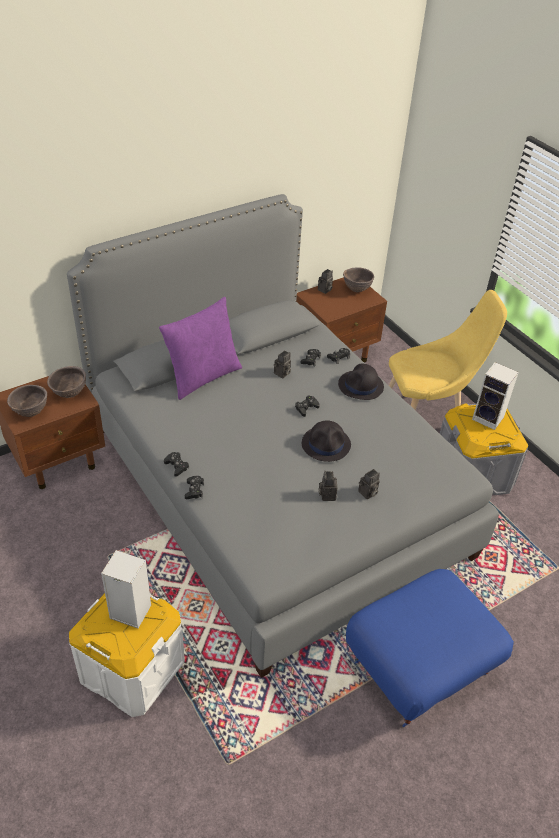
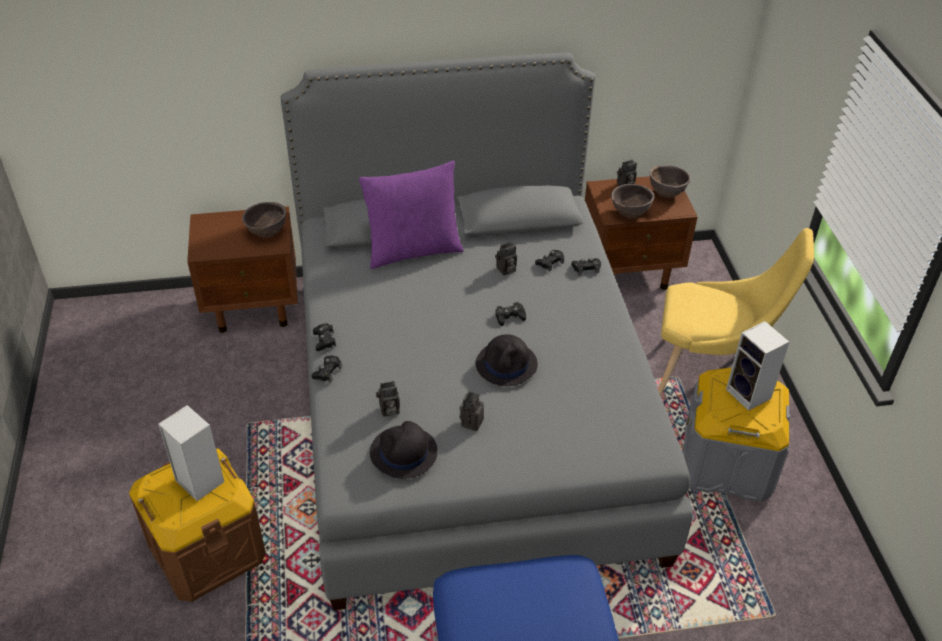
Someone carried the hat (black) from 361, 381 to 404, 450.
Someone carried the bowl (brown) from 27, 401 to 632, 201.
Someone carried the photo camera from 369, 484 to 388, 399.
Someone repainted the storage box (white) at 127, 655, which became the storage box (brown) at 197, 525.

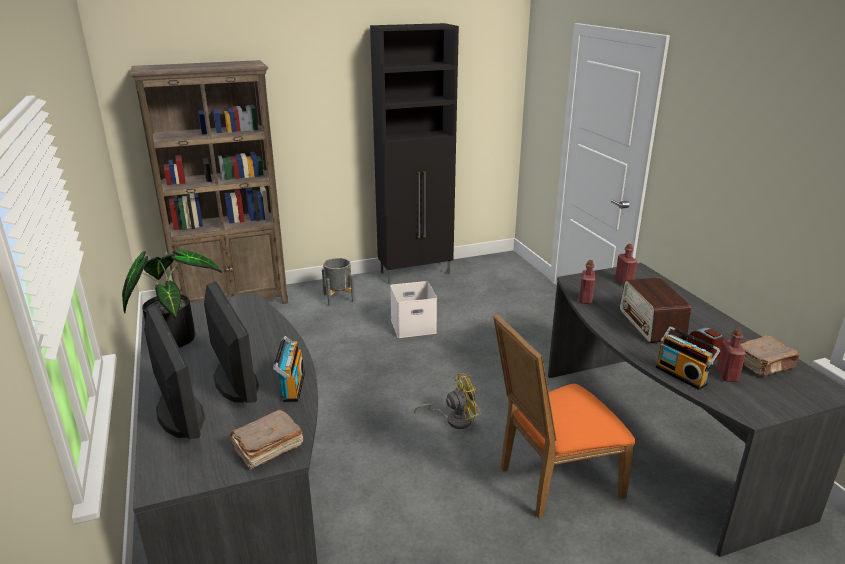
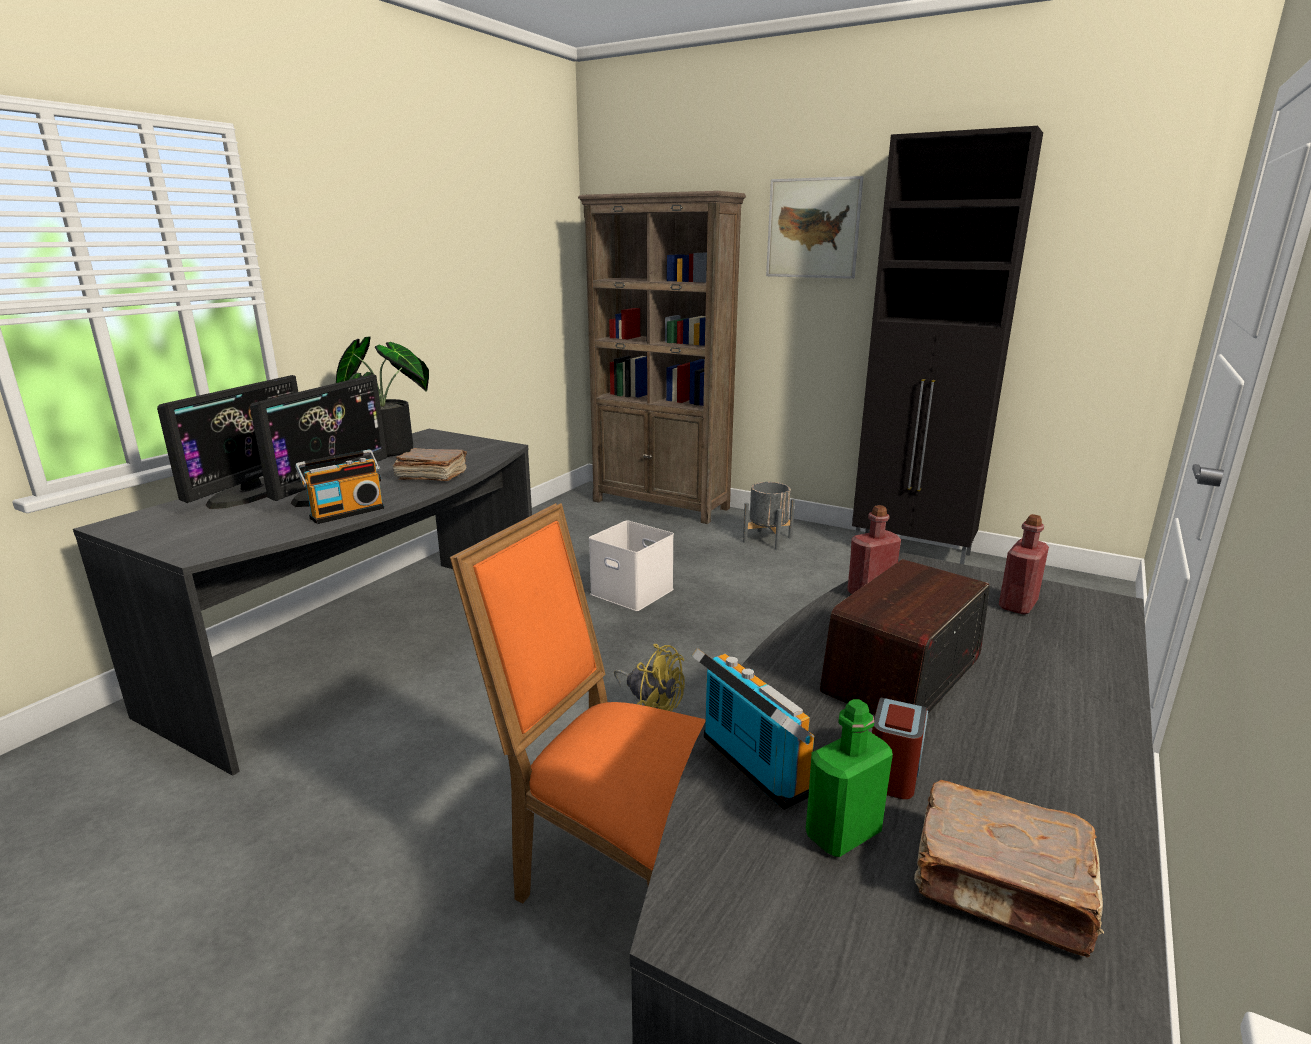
Someone carried the storage box (white) from 413, 309 to 631, 565.
Someone rotated the radio at 687, 358 by 135 degrees clockwise.
Someone repainted the bottle (red) at 731, 355, which became the bottle (green) at 849, 778.
Someone carried the book (brown) from 266, 440 to 430, 464.
Someone put up the picture at 814, 227.

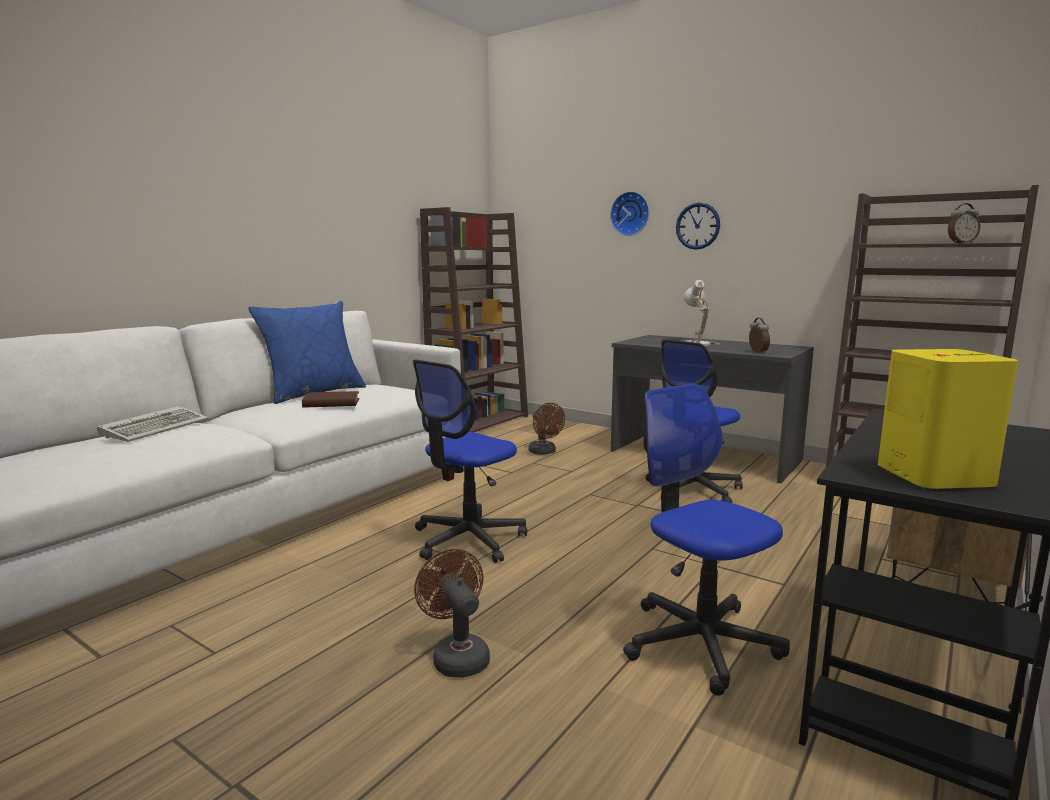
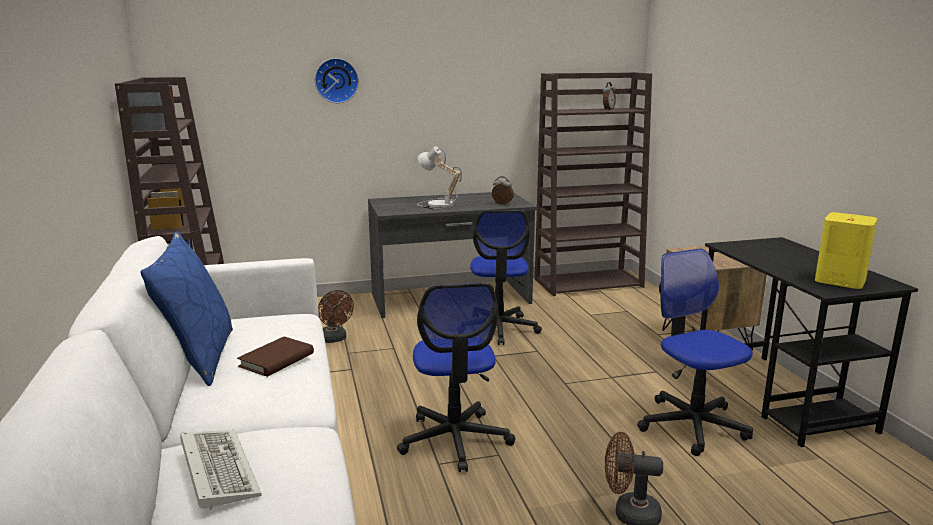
Someone took away the wall clock at 698, 226.
Someone rotated the office chair at 706, 539 by 60 degrees clockwise.
Someone rotated the fan (brown) at 546, 429 by 45 degrees clockwise.

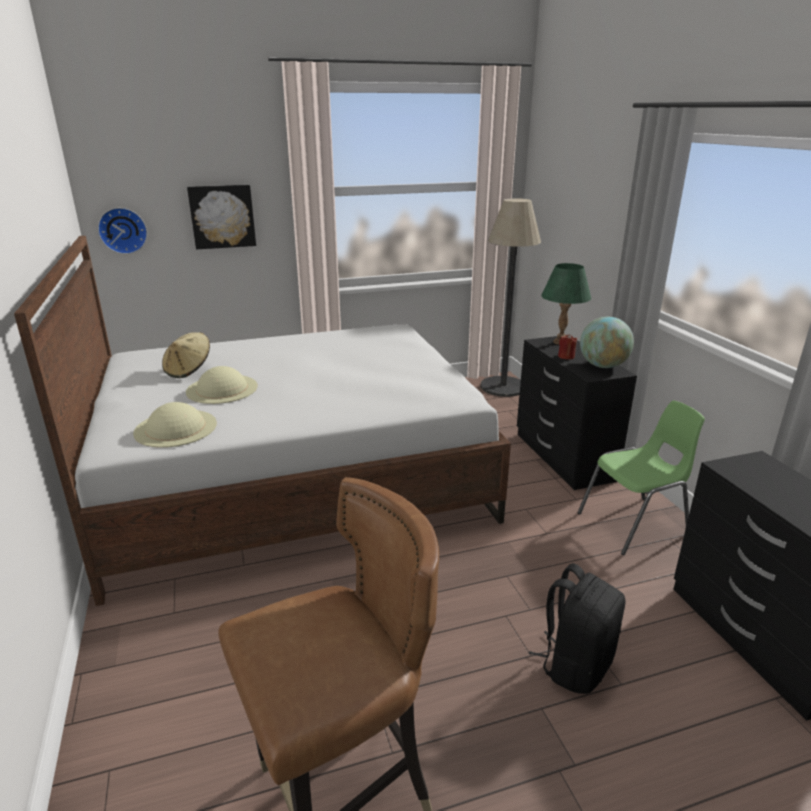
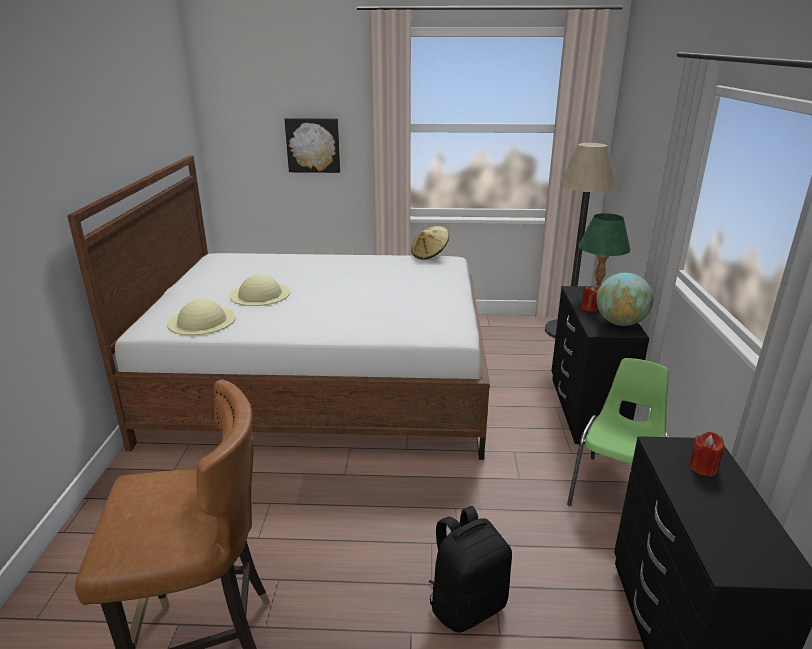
Someone took away the wall clock at 122, 231.
Someone carried the hat (beige) from 186, 355 to 430, 243.
Someone rotated the chair (green) at 641, 478 by 60 degrees counterclockwise.
Someone put down the candle (red) at 707, 454.

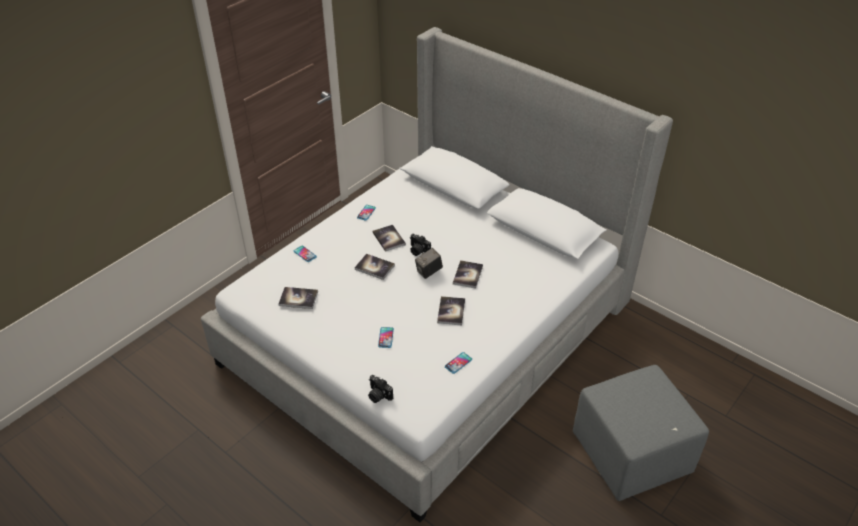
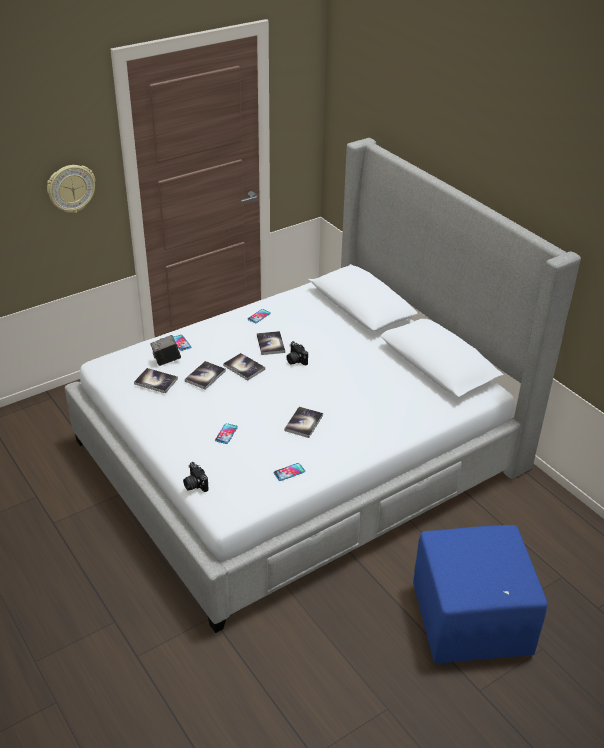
Someone carried the photo camera from 429, 263 to 165, 350.
Someone carried the book from 468, 274 to 205, 375.
Someone repainted the ottoman (grey) at 641, 433, which became the ottoman (blue) at 480, 594.
Someone put up the wall clock at 71, 189.

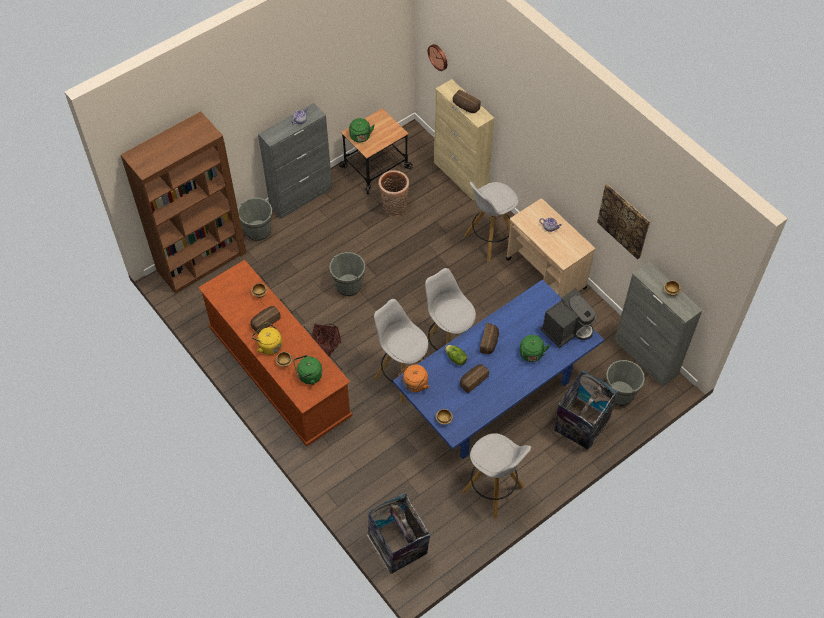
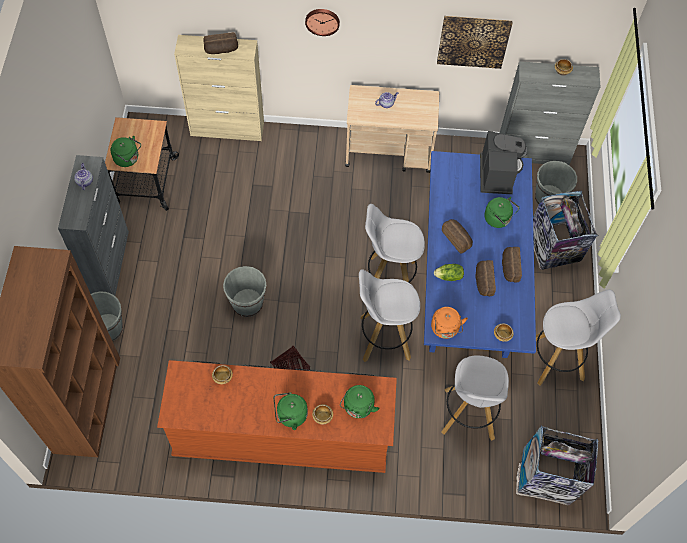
Someone carried the wall clock from 437, 57 to 322, 22.
Someone took away the basket at 393, 193.
Someone carried the stool (white) from 492, 222 to 475, 398.
Someone carried the bread from 265, 320 to 512, 264.
Someone repainted the kettle (yellow) at 267, 338, which became the kettle (green) at 291, 411.

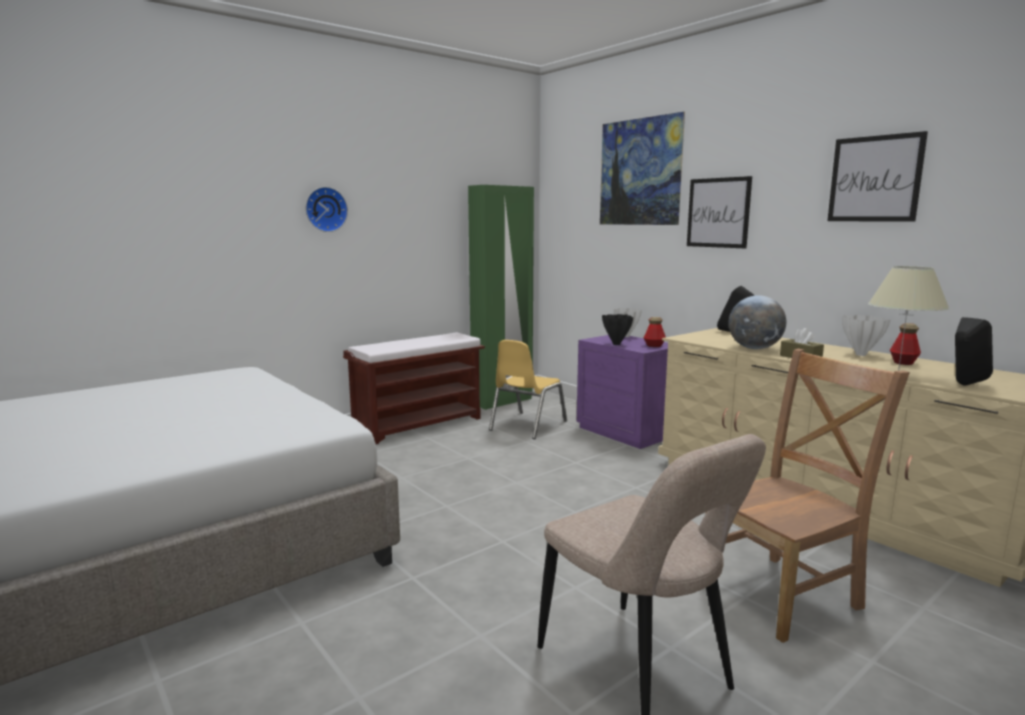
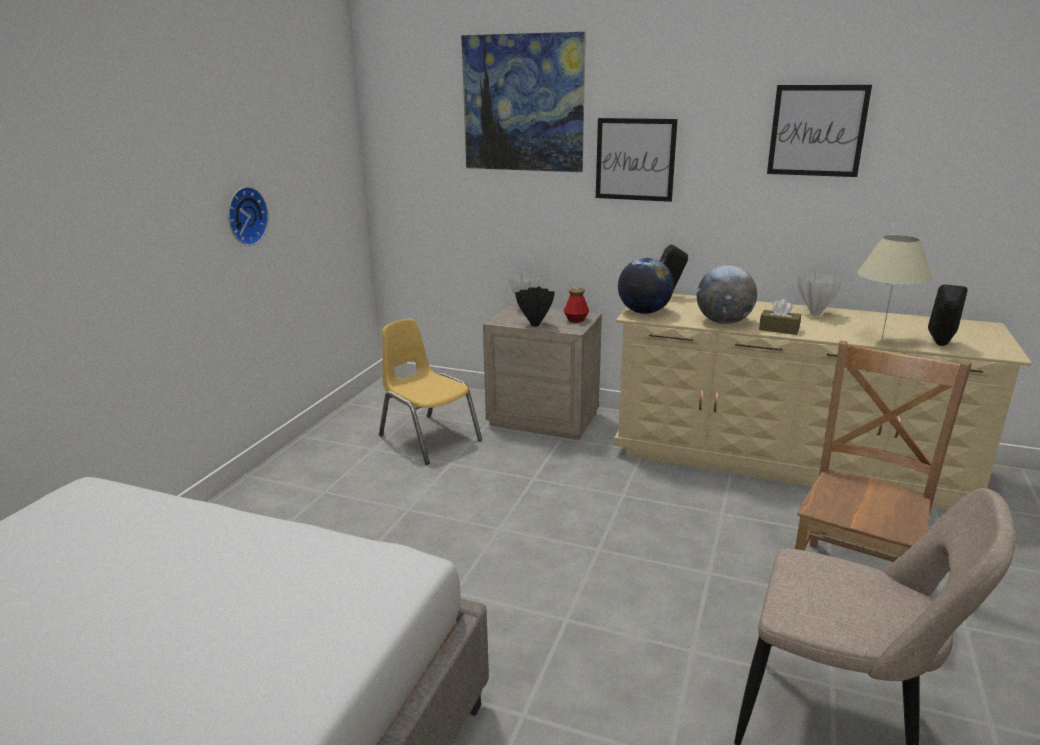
Someone took away the wardrobe (green) at 501, 297.
Someone carried the wall clock from 326, 209 to 248, 216.
Someone took away the bottle at 905, 344.
Someone took away the bench (brown) at 414, 388.
Someone repainted the nightstand (purple) at 622, 392, which became the nightstand (beige) at 542, 372.
Someone rotated the chair (yellow) at 528, 389 by 135 degrees clockwise.
Someone put down the globe at 646, 286.

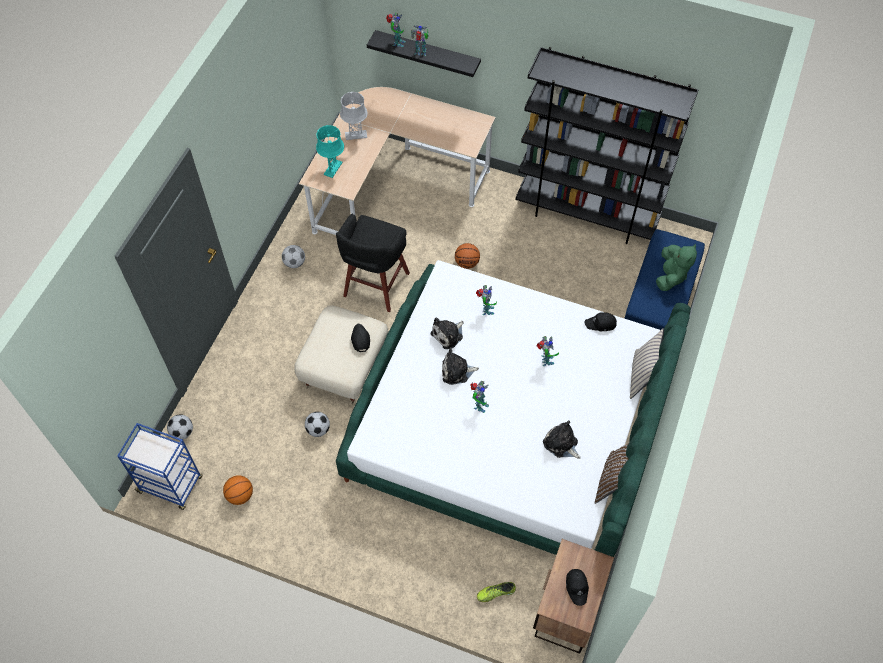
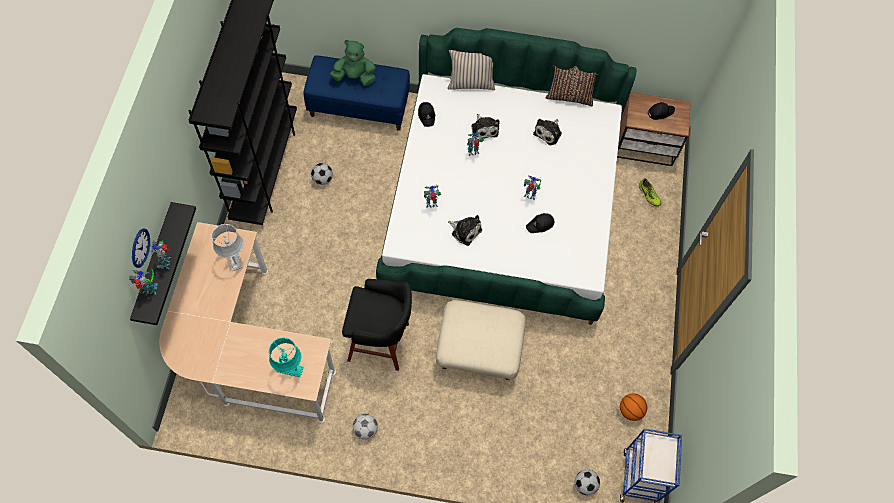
Someone carried the table lamp (grey) from 353, 116 to 227, 247.
Someone took away the basketball at 467, 256.
Someone carried the cap (black) from 360, 338 to 540, 223.
Someone carried the plush toy from 460, 367 to 485, 126.
Someone carried the football from 317, 424 to 322, 174.
Someone put up the wall clock at 141, 248.

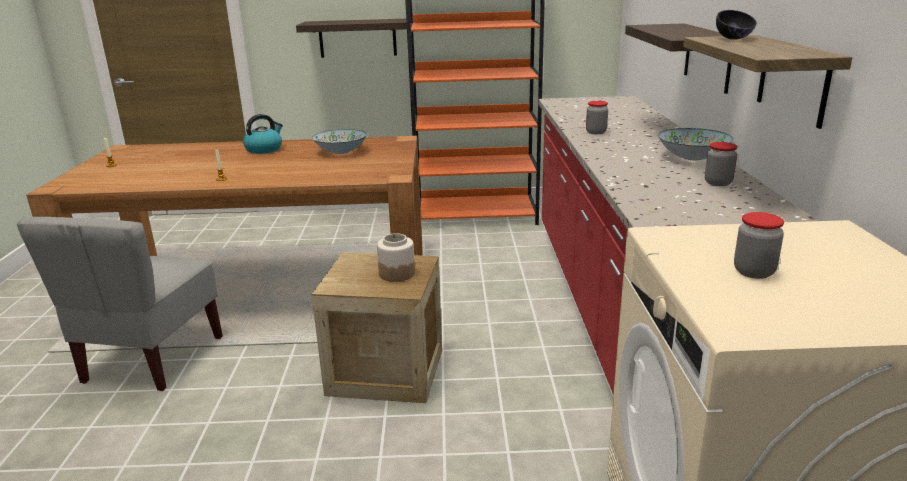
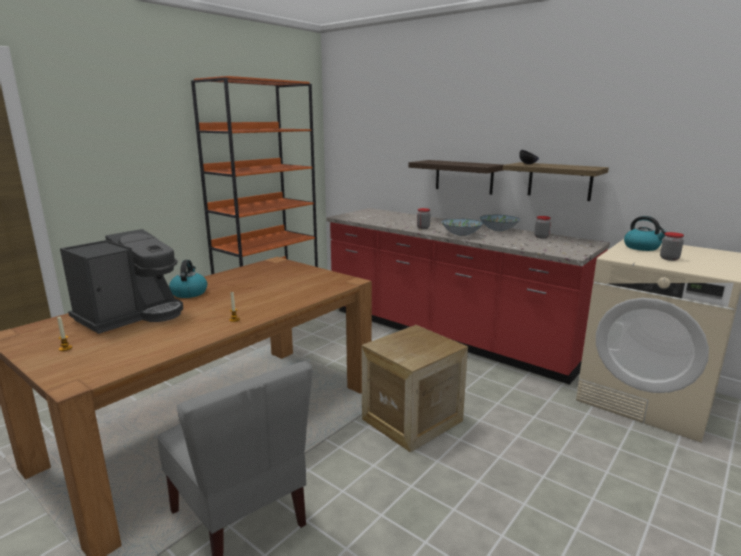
Someone took away the shelf at 351, 38.
Someone carried the bowl from 339, 141 to 462, 227.
Someone took away the jar at 396, 257.
Someone put down the kettle at 646, 233.
Someone put down the coffee machine at 121, 281.

